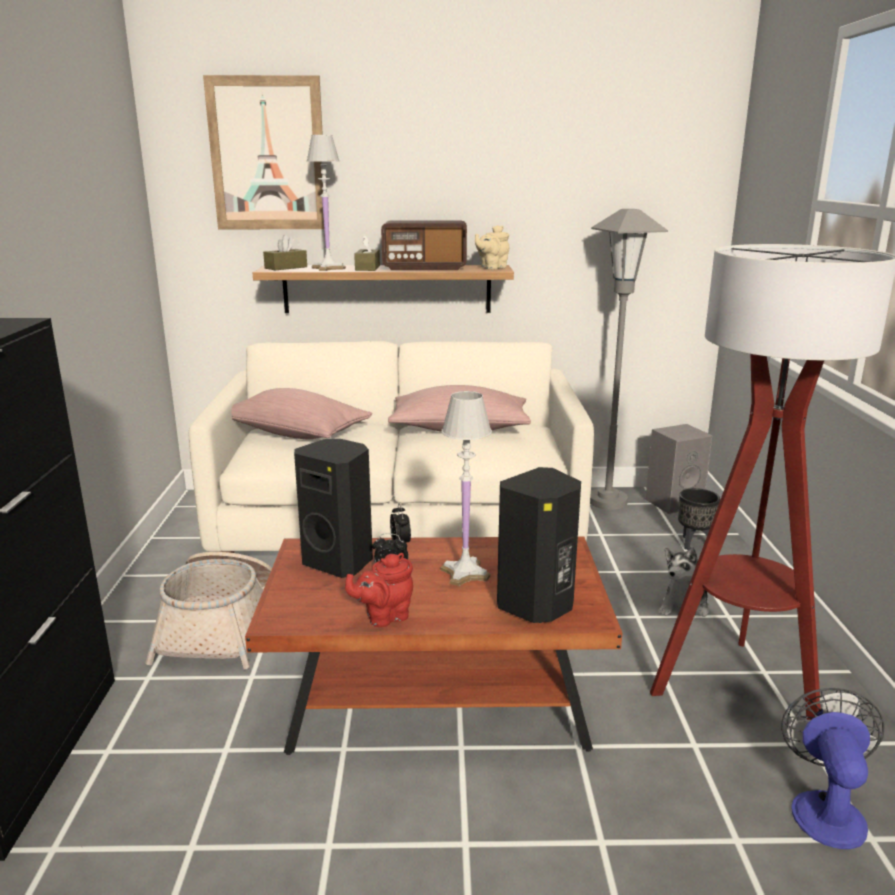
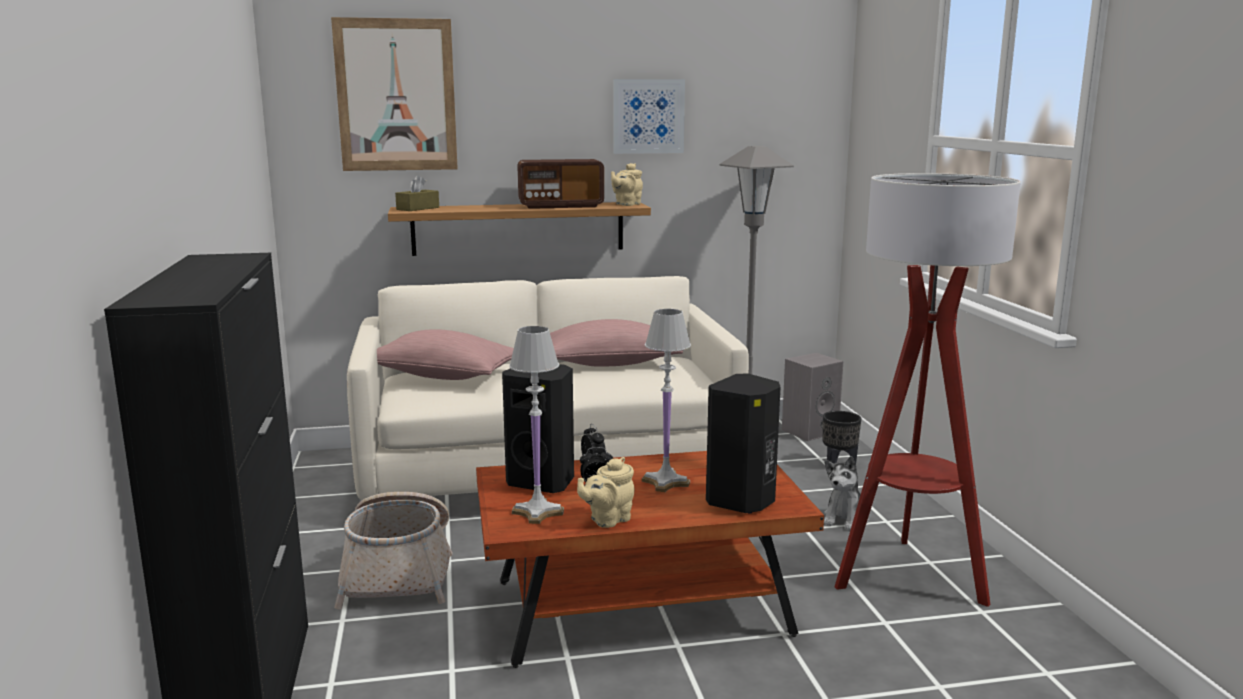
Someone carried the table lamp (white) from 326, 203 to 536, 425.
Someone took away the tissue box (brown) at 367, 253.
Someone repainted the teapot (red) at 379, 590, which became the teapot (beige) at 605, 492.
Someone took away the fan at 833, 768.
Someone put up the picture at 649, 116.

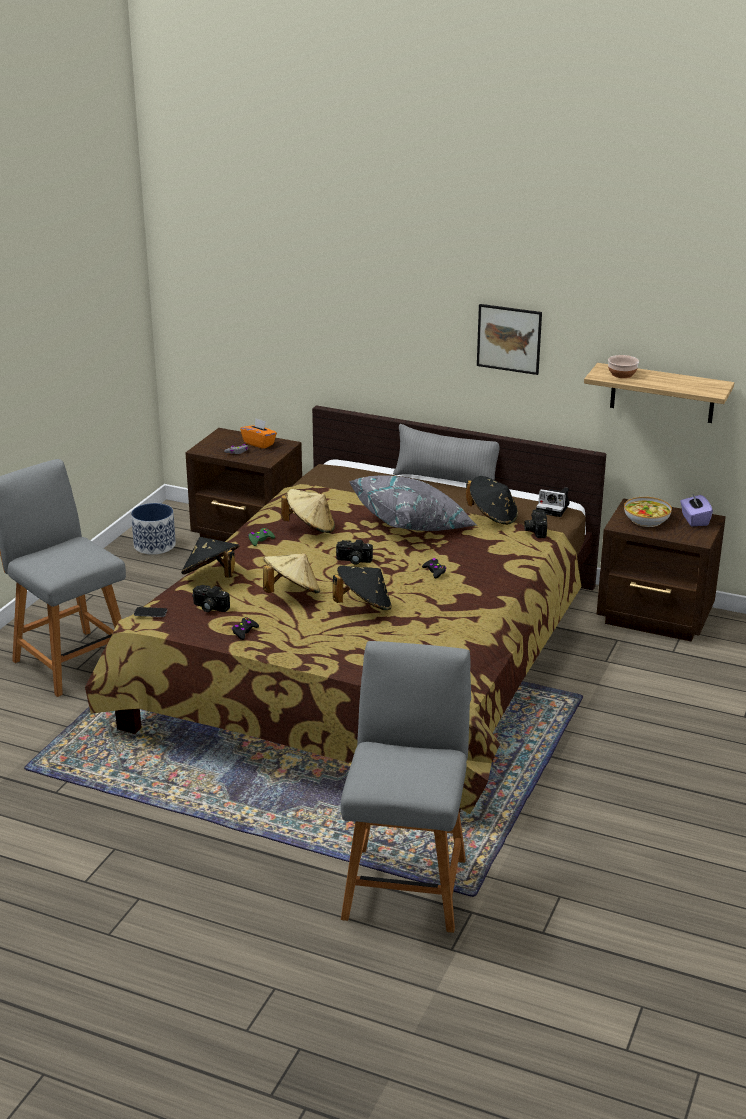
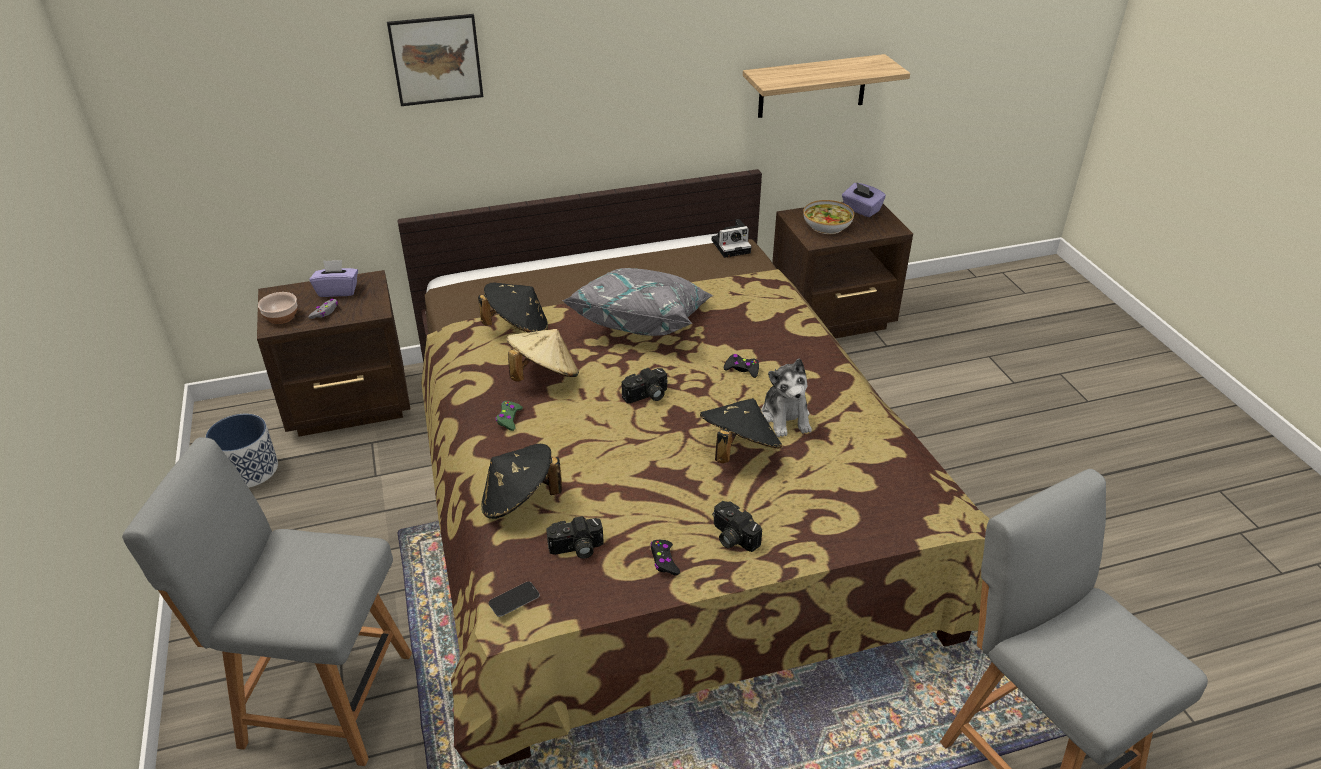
Someone carried the picture from 509, 339 to 435, 60.
Someone carried the bowl from 623, 366 to 278, 308.
Someone repainted the tissue box (orange) at 258, 433, which became the tissue box (purple) at 334, 278.
Someone took away the pillow (grey) at 446, 453.
Someone carried the hat (black) from 492, 500 to 513, 308.
Someone carried the photo camera from 535, 523 to 737, 526.
Someone took away the hat (beige) at 291, 573.
Someone put down the plush toy at 786, 397.

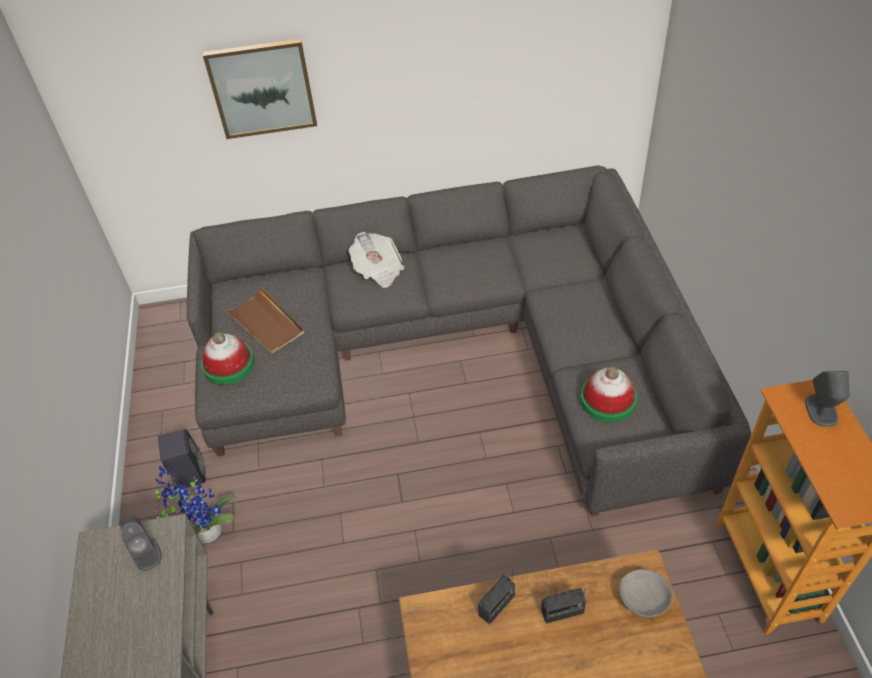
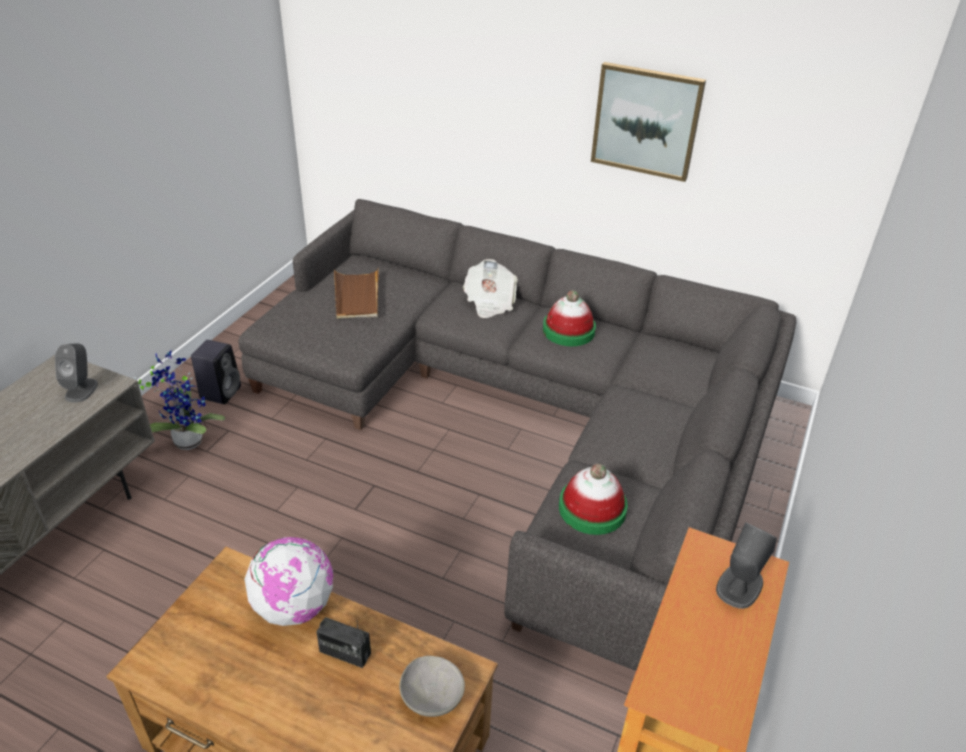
Someone carried the picture from 260, 89 to 648, 122.
Someone carried the hat from 227, 358 to 569, 318.
Someone swapped the radio at 496, 597 for the globe at 288, 581.

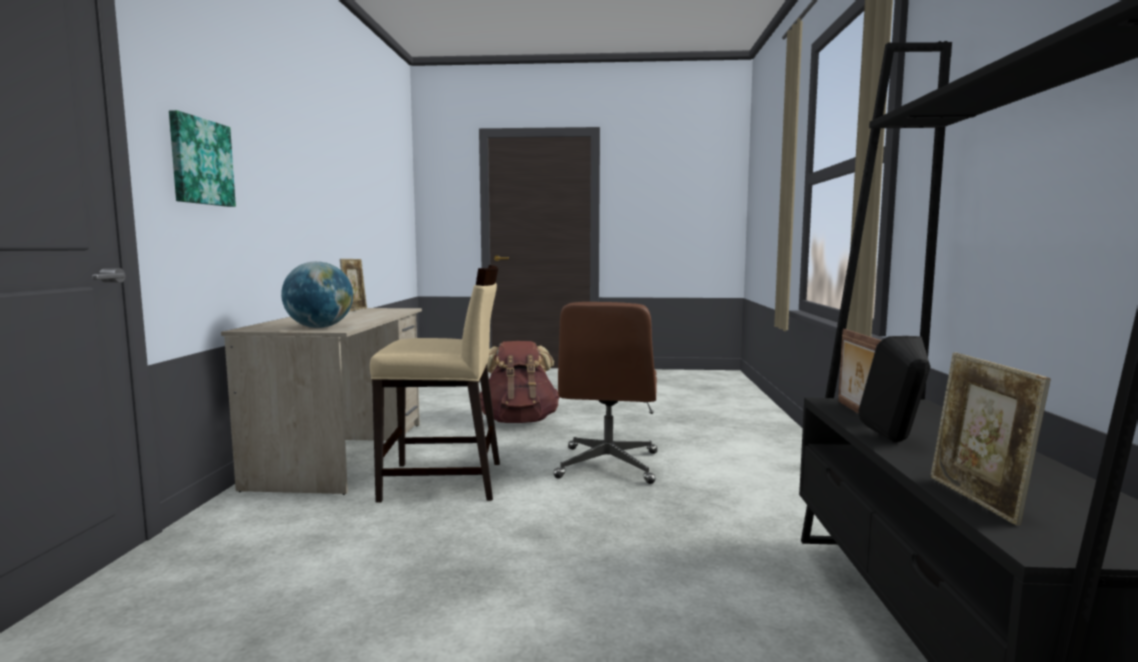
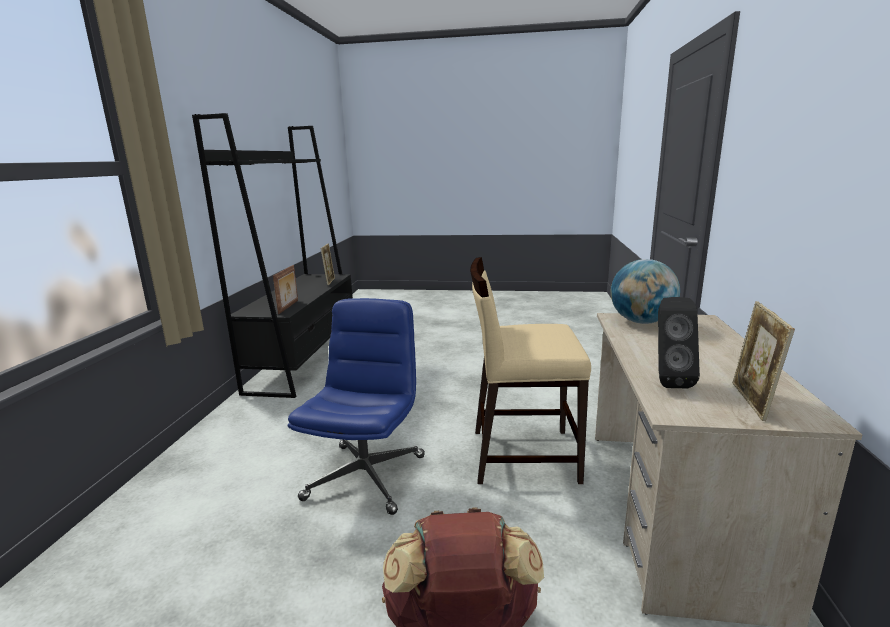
Someone took away the picture at 202, 158.
Someone repainted the office chair (brown) at 605, 393, which became the office chair (blue) at 356, 406.
Someone carried the speaker (black) from 894, 389 to 679, 342.

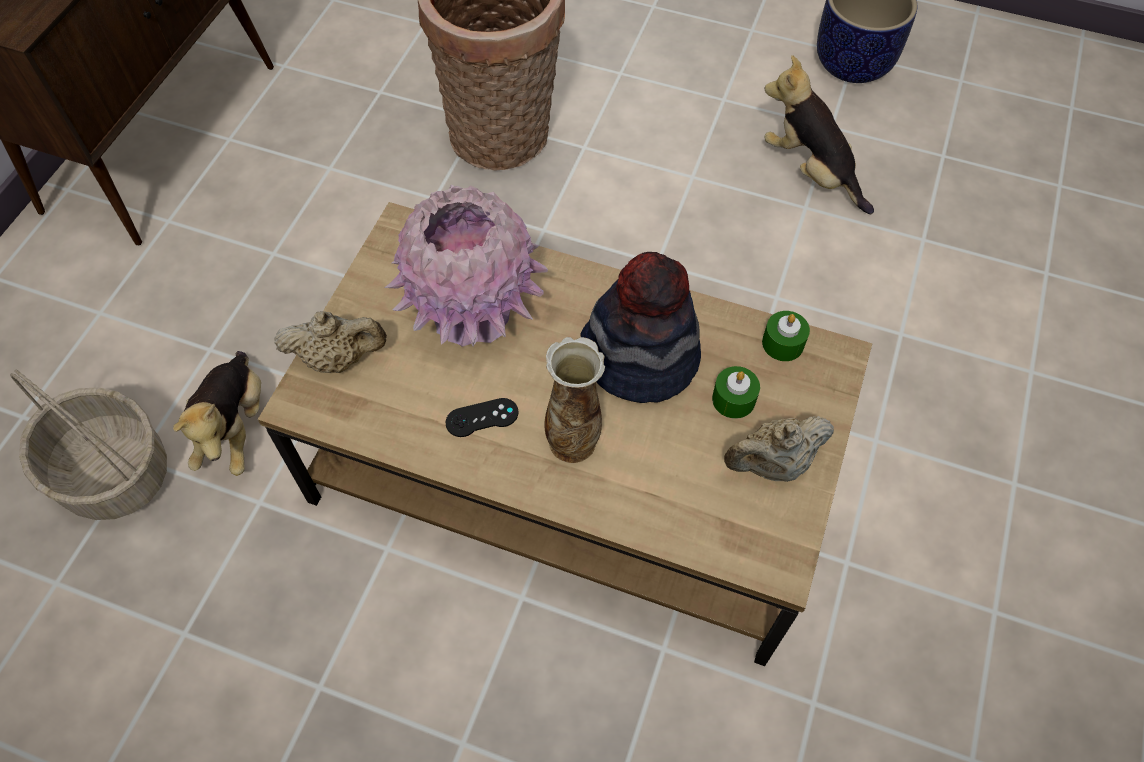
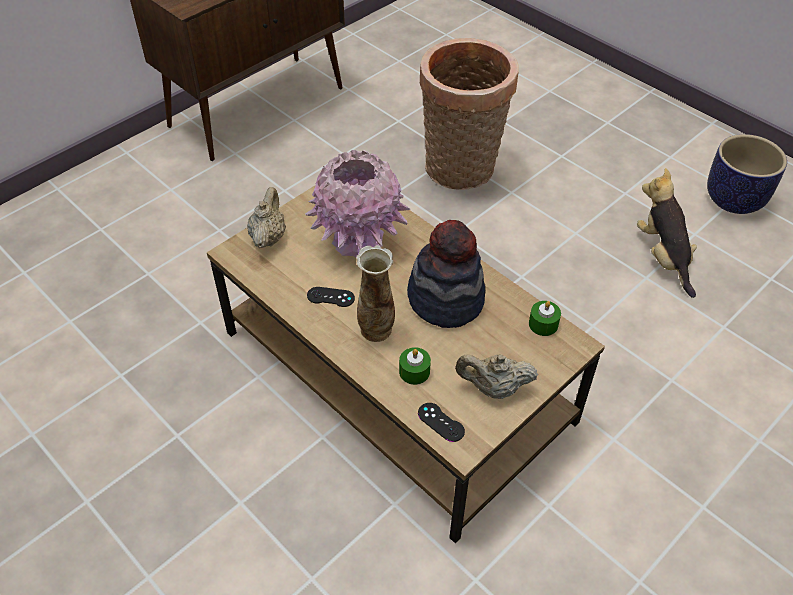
Someone rotated the teapot (beige) at 330, 342 by 105 degrees counterclockwise.
Someone took away the plush toy at 217, 413.
Someone carried the candle (green) from 736, 392 to 415, 366.
Someone took away the basket at 88, 444.
Someone put down the game controller (black) at 441, 422.

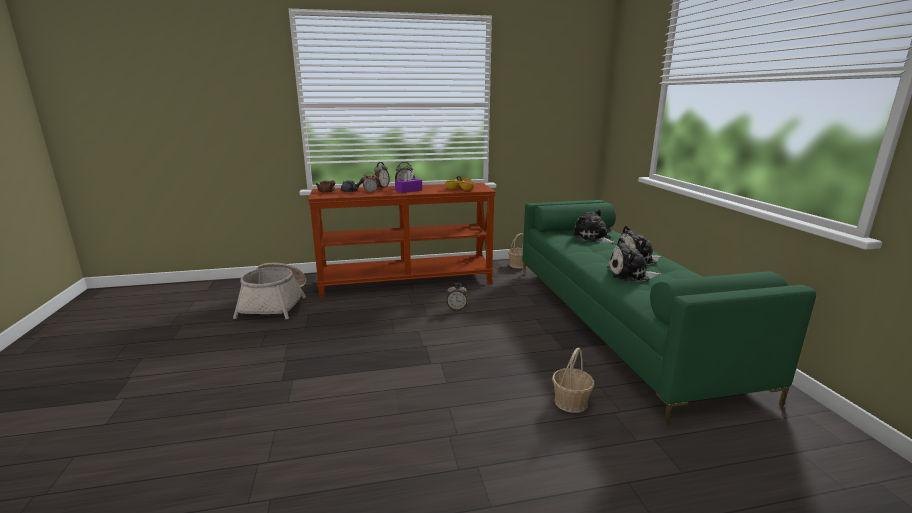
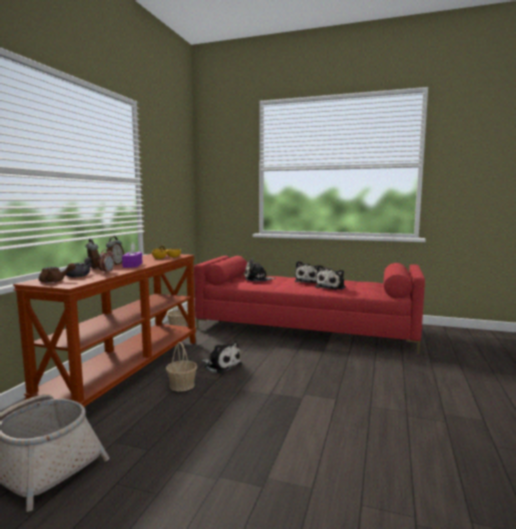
Someone repainted the sofa (green) at 669, 312, which became the sofa (red) at 309, 305.
Someone swapped the alarm clock at 457, 297 for the plush toy at 222, 357.
Someone carried the basket from 573, 380 to 181, 366.

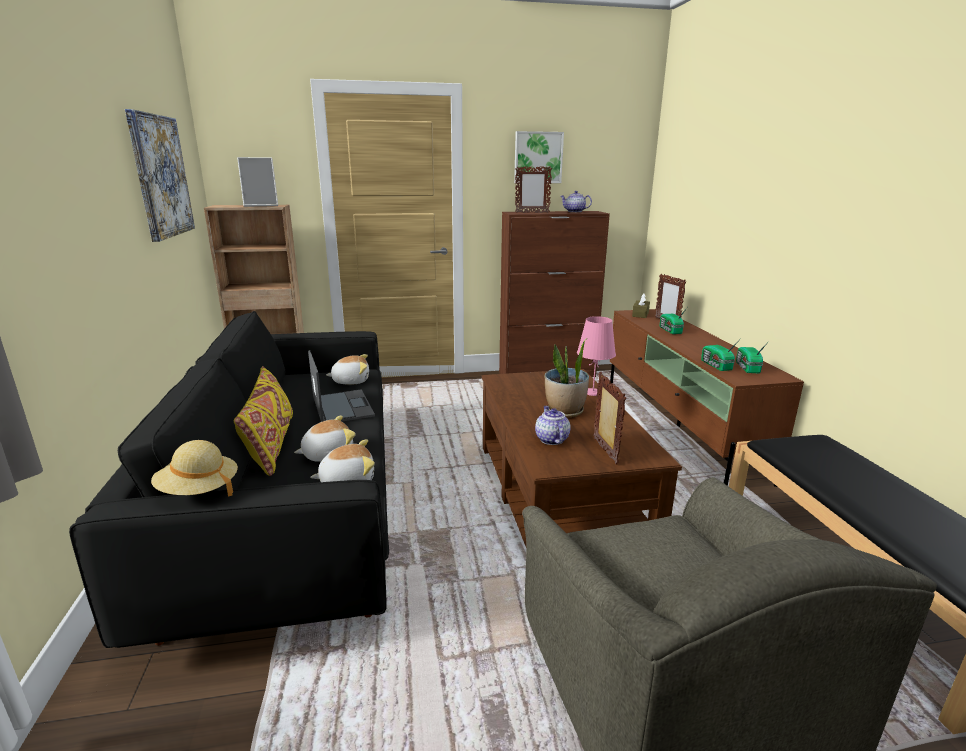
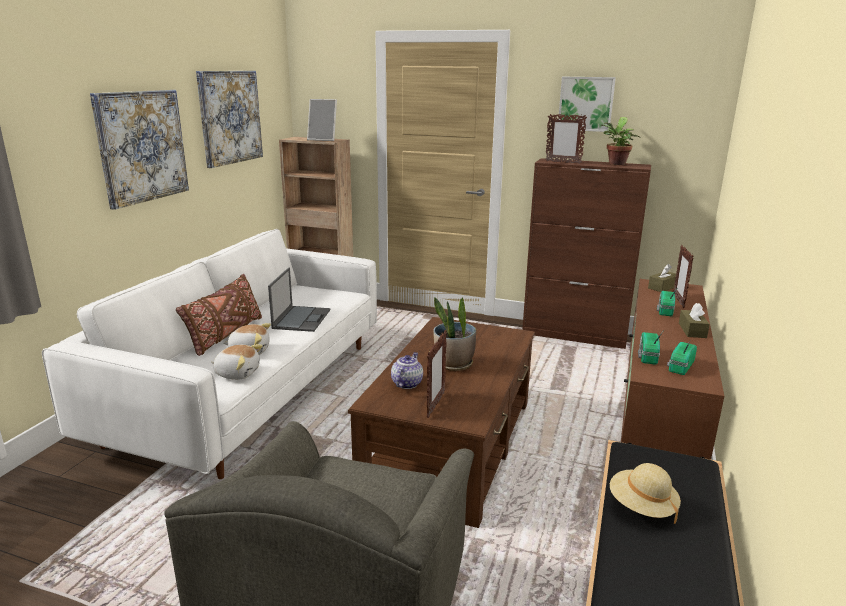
Someone swapped the teapot at 576, 201 for the potted plant at 621, 141.
Someone repainted the sofa (black) at 229, 479, which became the sofa (white) at 209, 354.
Someone took away the table lamp (pink) at 596, 356.
Someone took away the plush toy at 347, 369.
Someone repainted the pillow (yellow) at 263, 421, which became the pillow (brown) at 219, 315.
Someone carried the hat (beige) from 194, 468 to 645, 493.
Someone put up the picture at 139, 150.
Someone put down the tissue box (brown) at 694, 320.

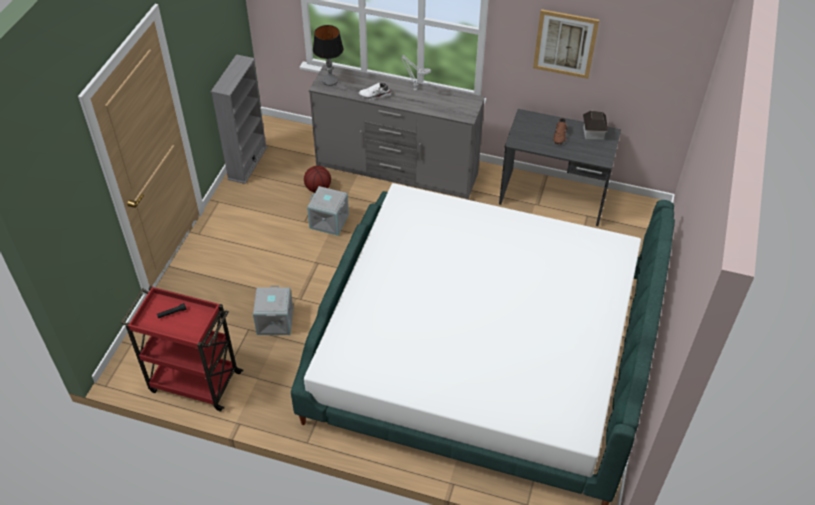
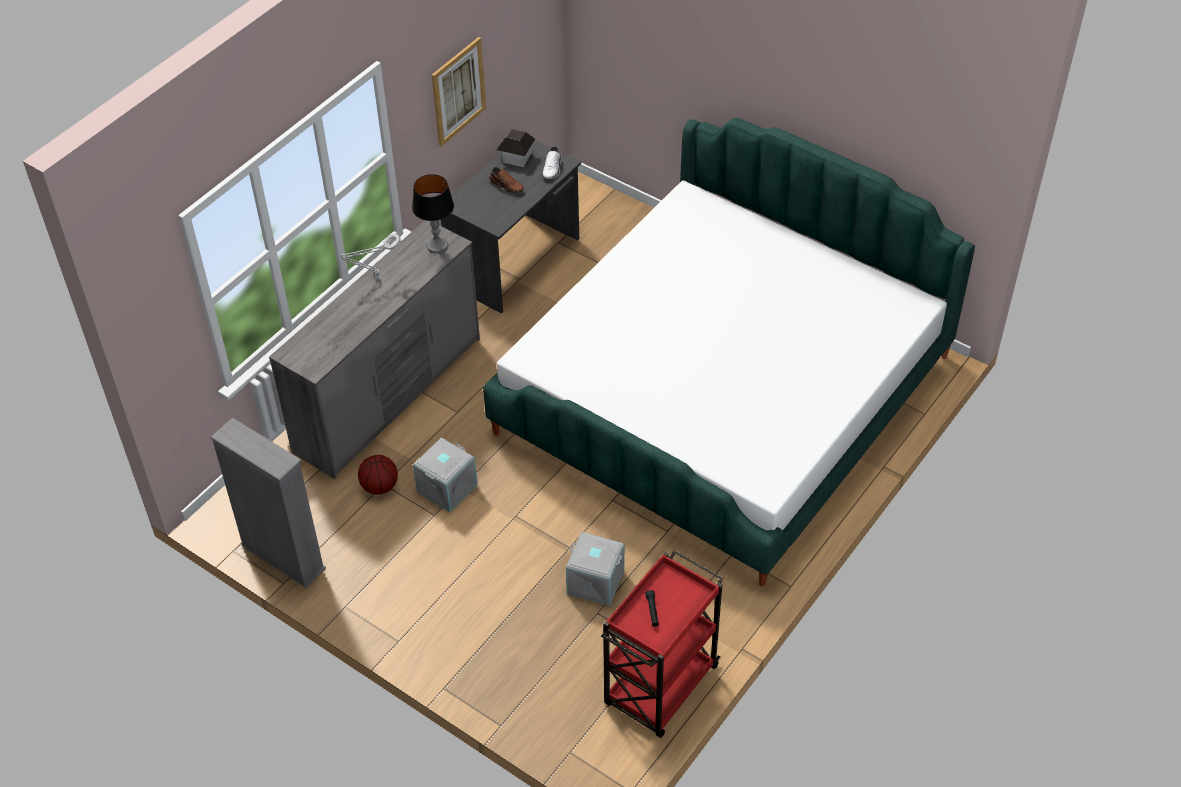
Someone carried the table lamp from 328, 55 to 433, 213.
Someone carried the shoe (white) from 375, 91 to 552, 162.

